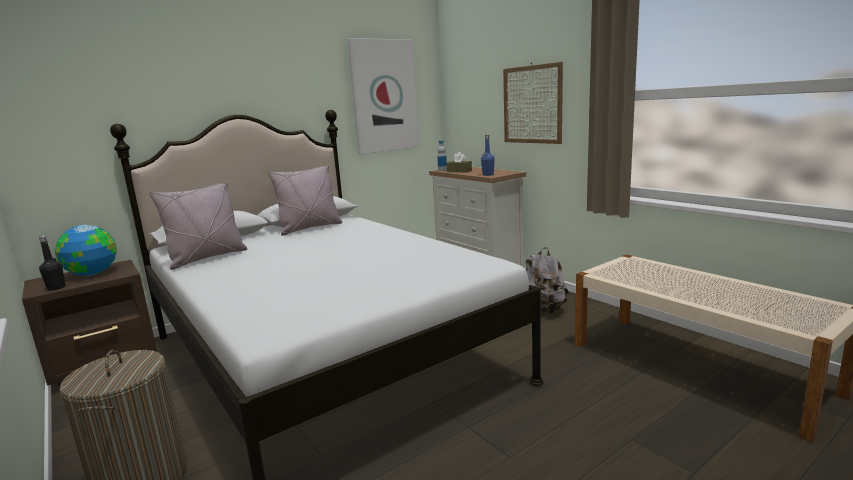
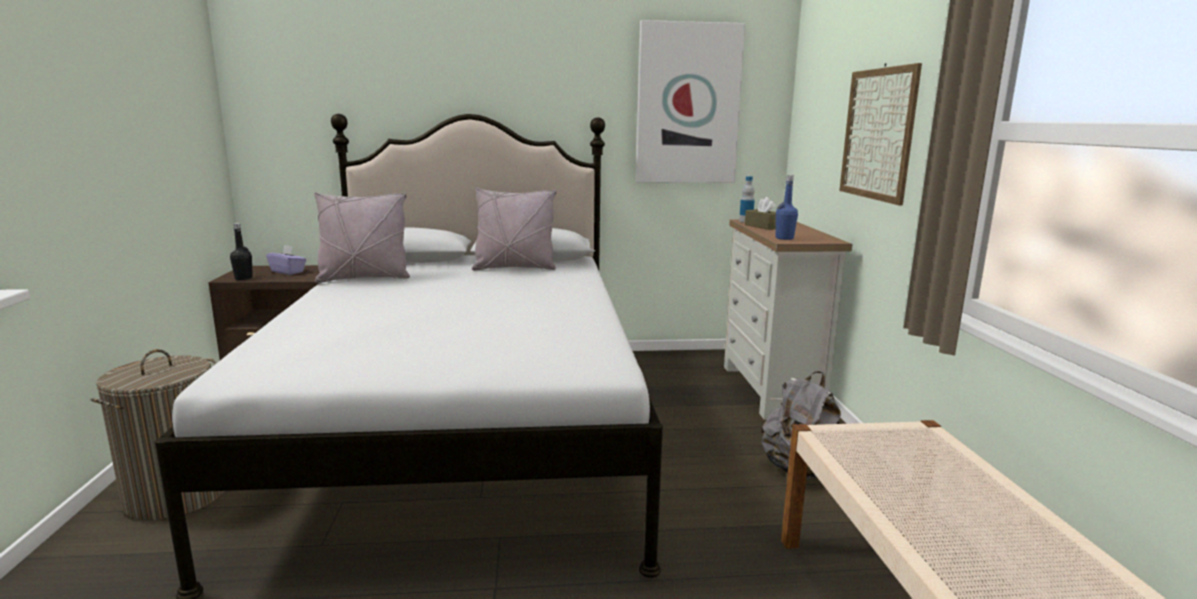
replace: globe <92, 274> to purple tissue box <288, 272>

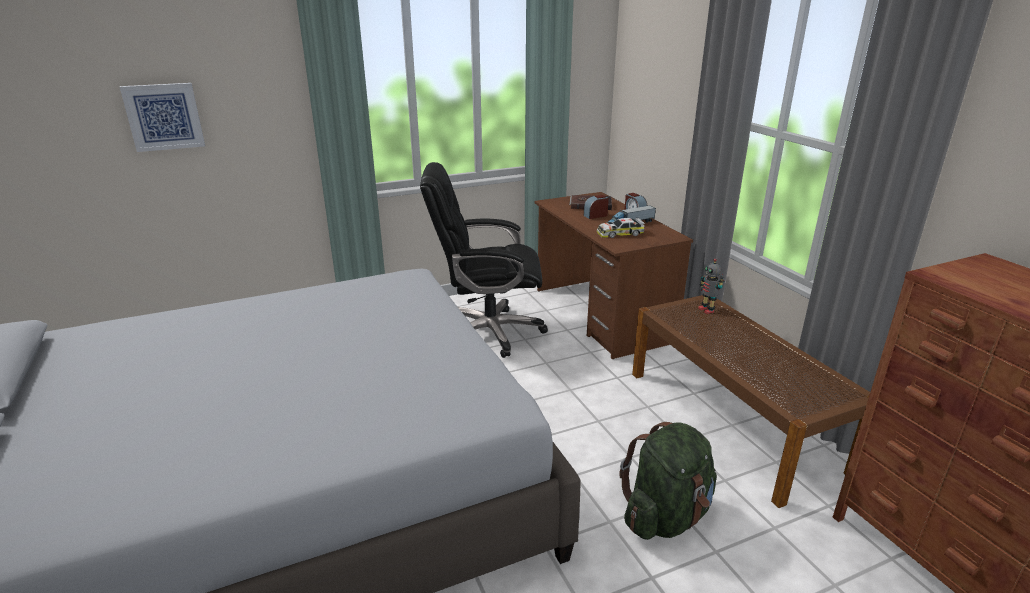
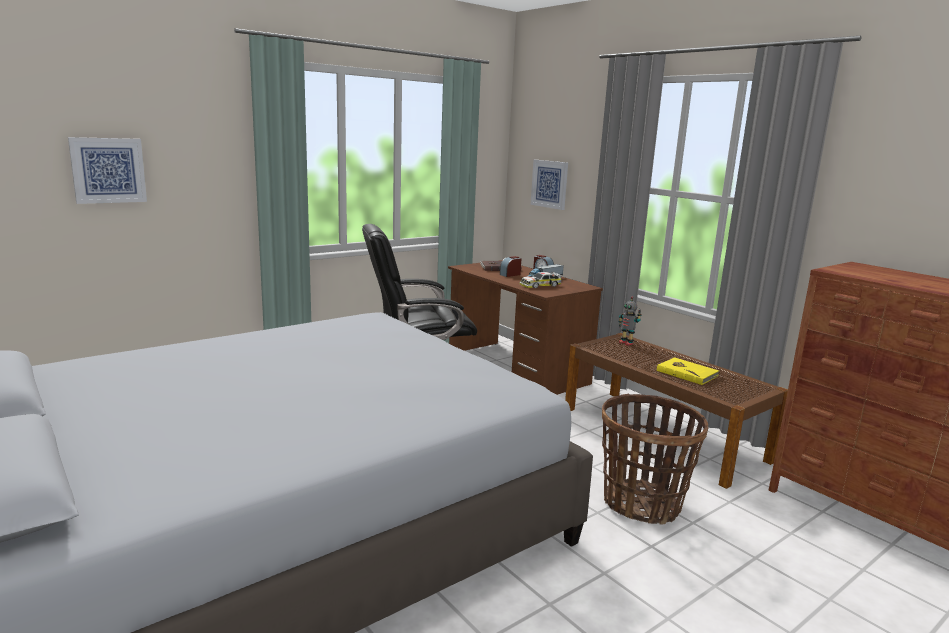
insert: picture <550, 184>; yellow book <687, 373>
replace: green backpack <666, 516> to basket <642, 504>

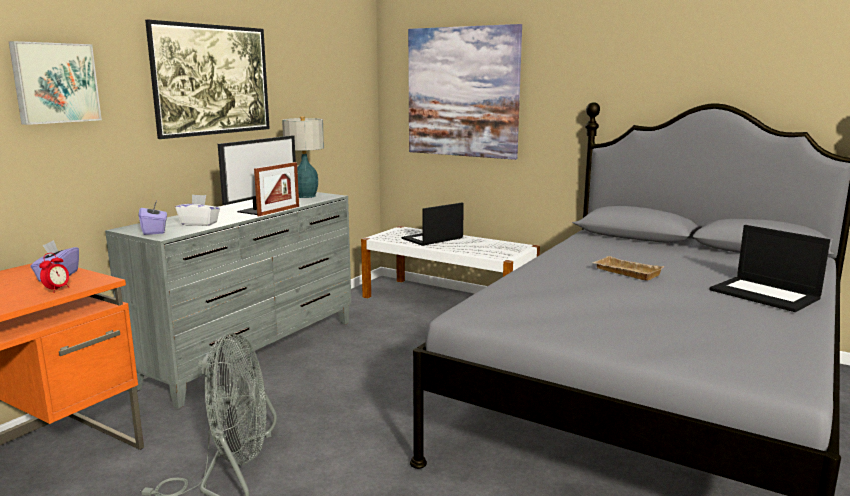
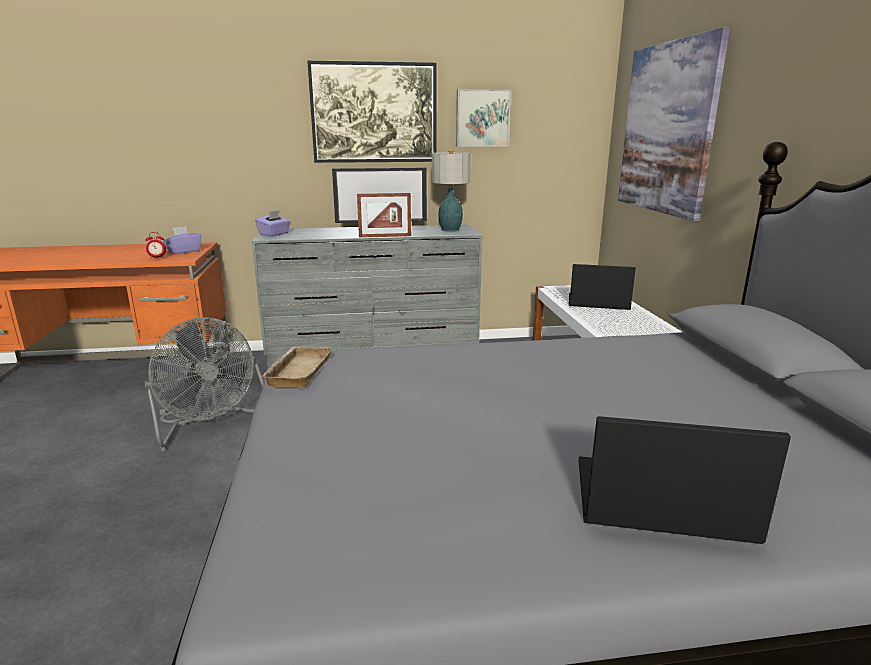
delete: white tissue box <199, 223>
move: picture <55, 83> to <482, 118>; beige tray <625, 272> to <297, 371>
rotate: laptop <766, 294> = <659, 501> 90 degrees clockwise

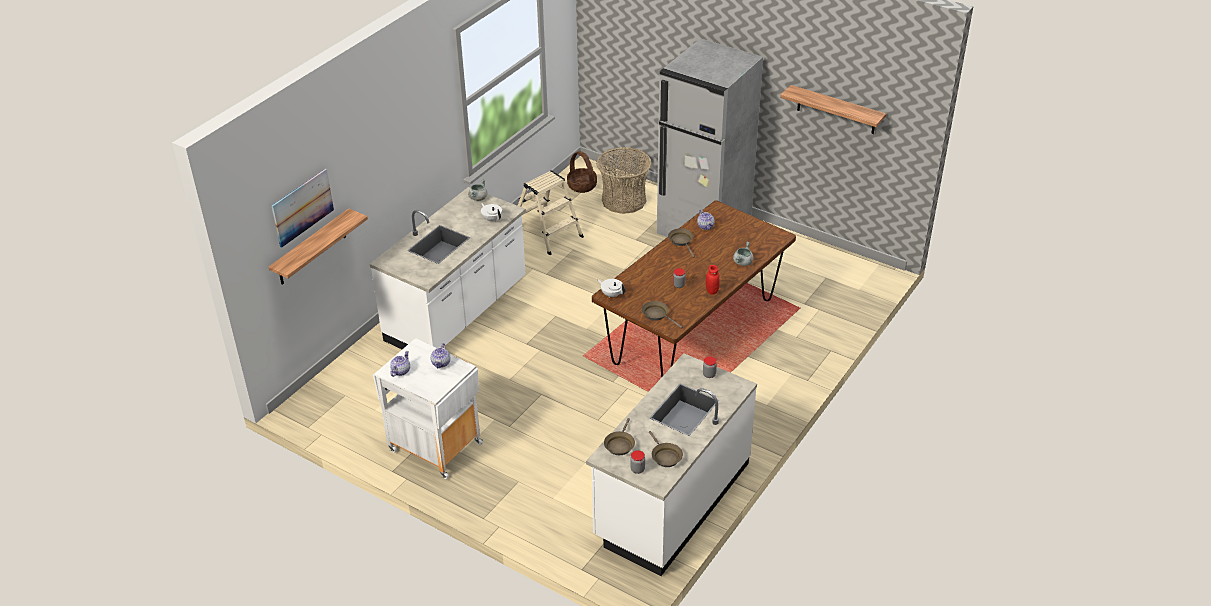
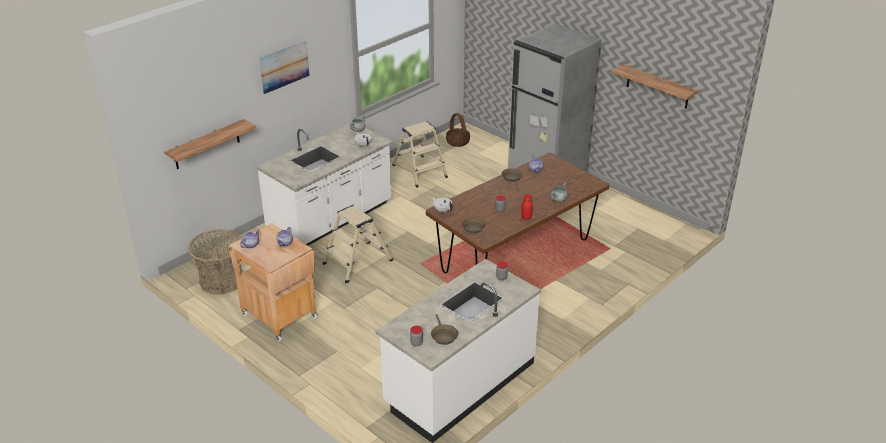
delete: brown frying pan <619, 444>
insert: beige step ladder <358, 262>
move: basket <624, 200> to <222, 280>; picture <302, 207> to <284, 67>
recolor: white cart <434, 446> to brown cart <279, 315>

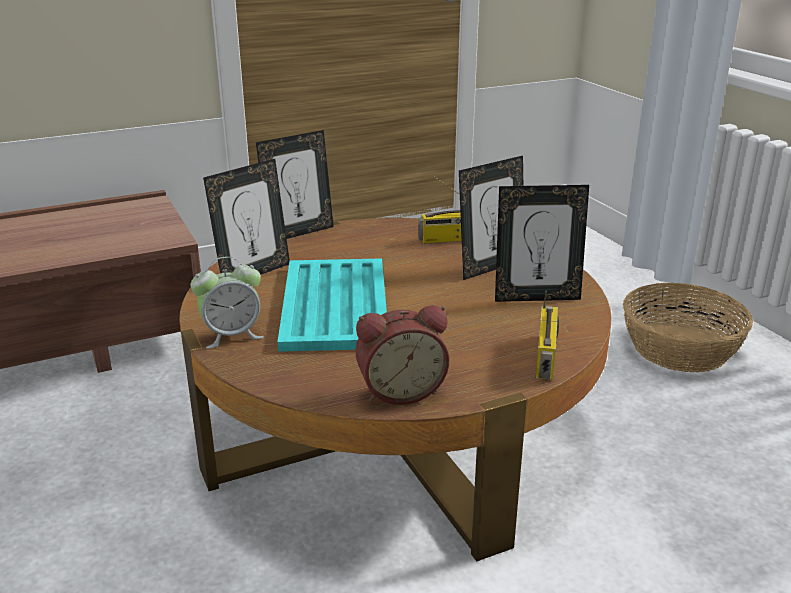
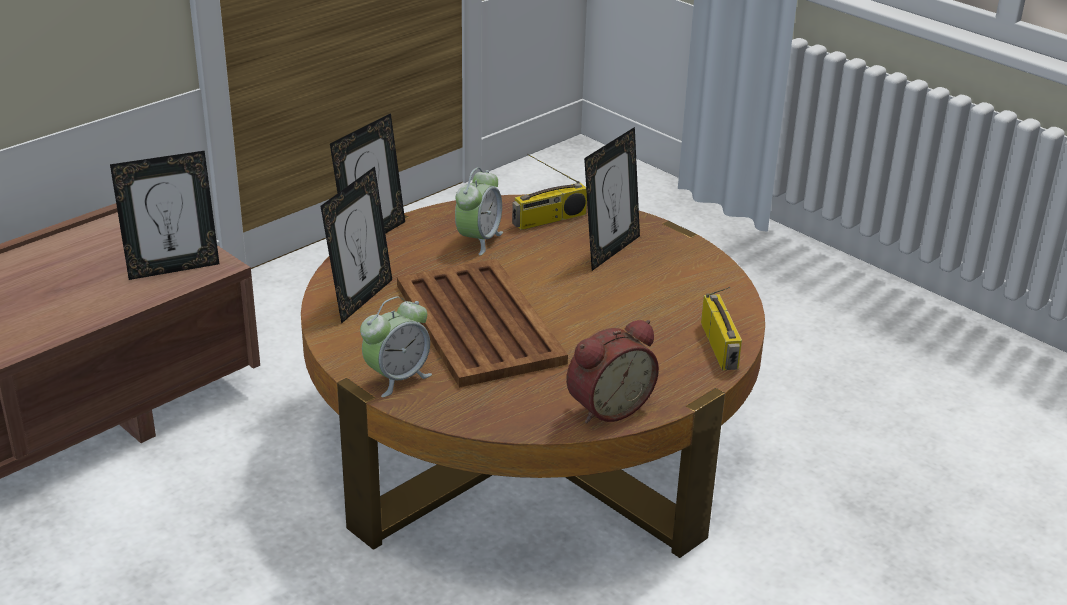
delete: basket <679, 349>
insert: alarm clock <478, 240>
move: picture frame <536, 297> to <173, 268>
recolor: turquoise tray <335, 304> to brown tray <478, 322>

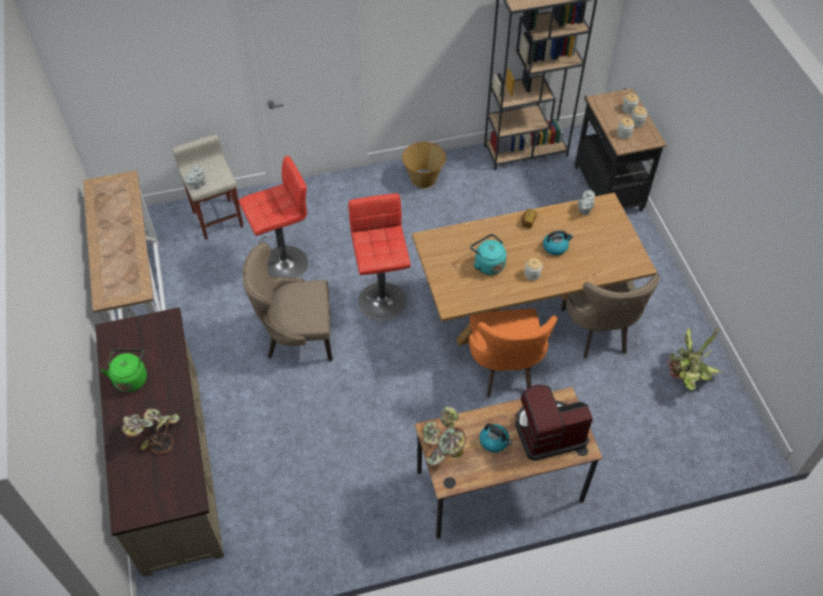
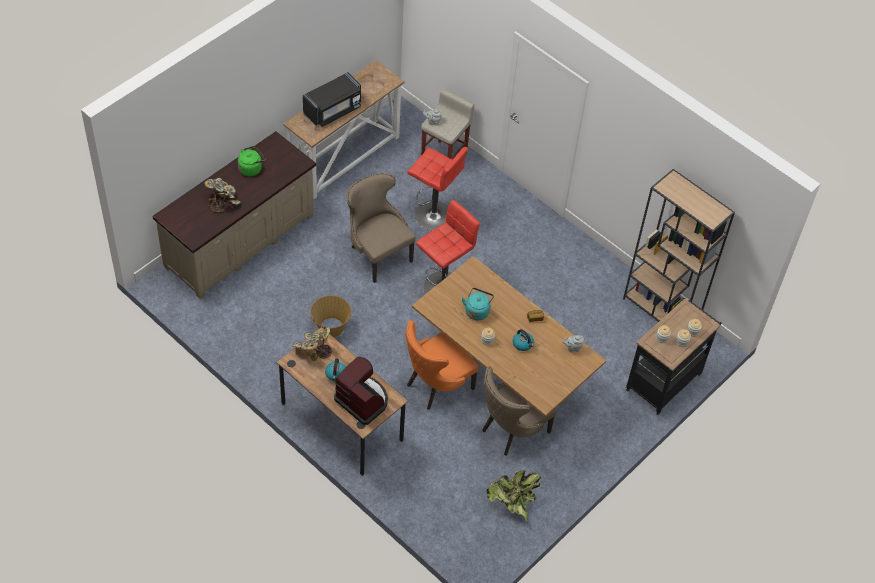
insert: black microwave <333, 110>
move: basket <423, 179> to <331, 328>

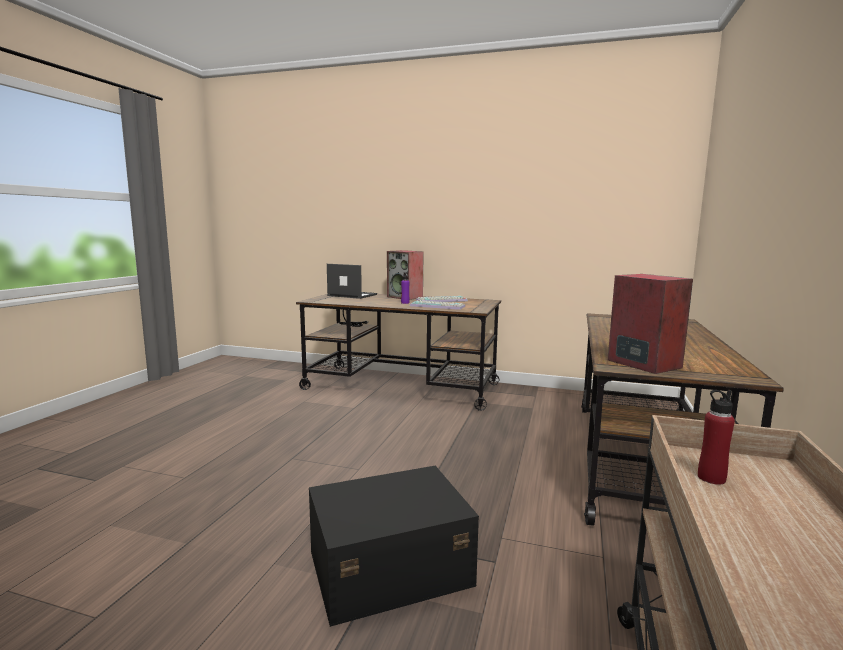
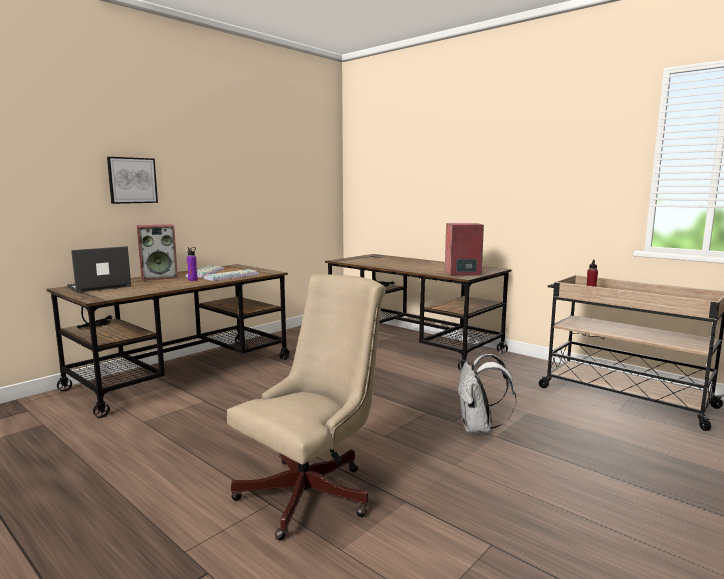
insert: picture <132, 180>; beige office chair <313, 492>
replace: black storage box <387, 568> to white backpack <479, 428>

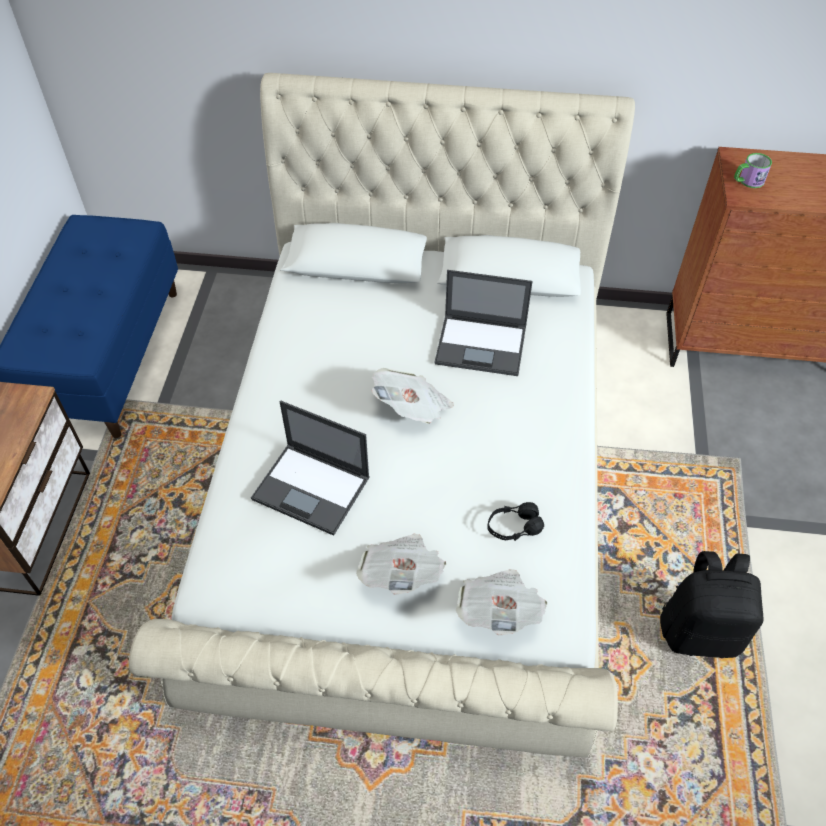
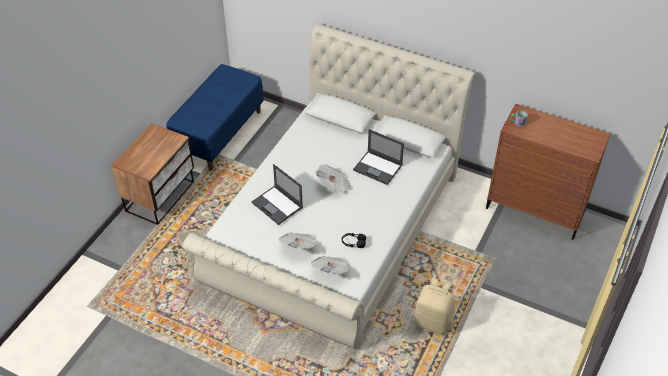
recolor: black backpack <700, 630> to beige backpack <433, 321>

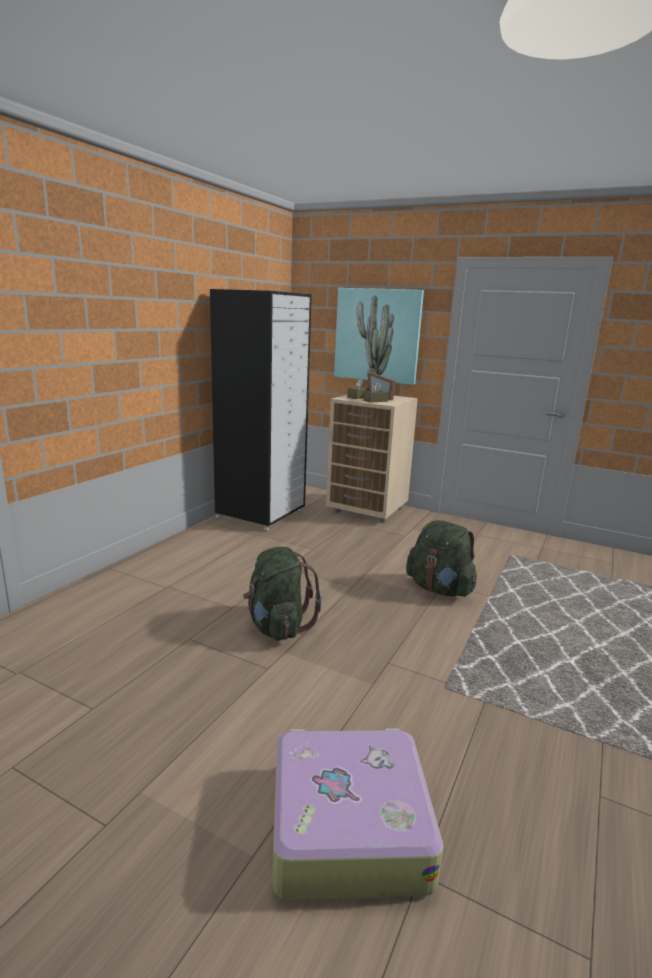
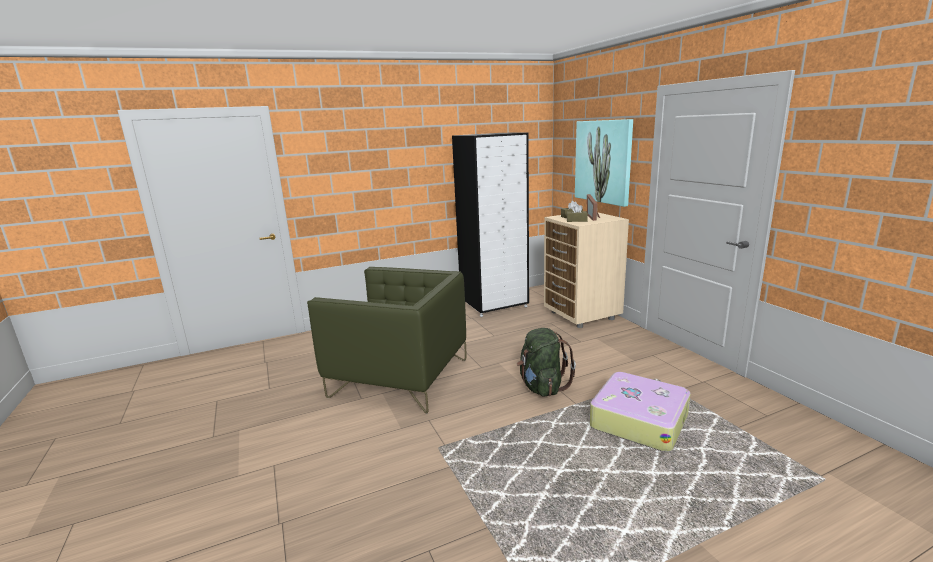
move: suitcase <347, 825> to <638, 420>
replace: green backpack <277, 627> to green armchair <399, 378>

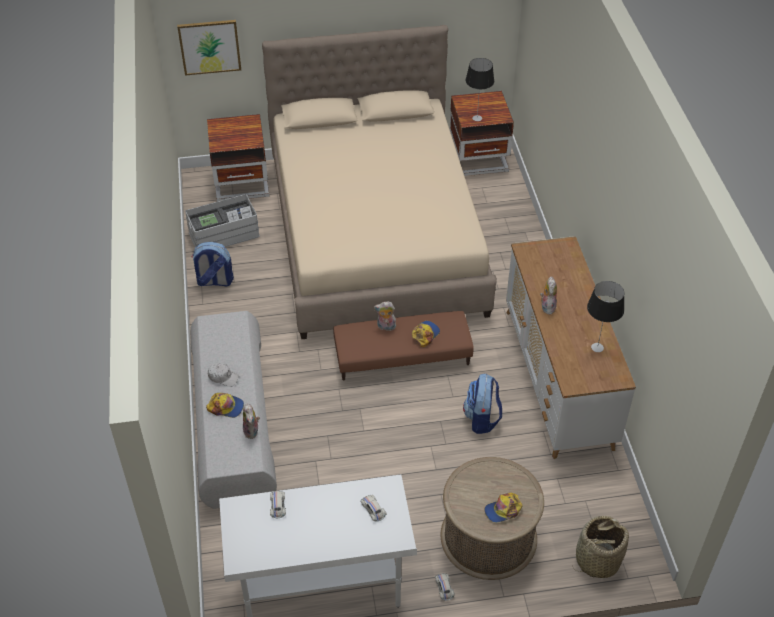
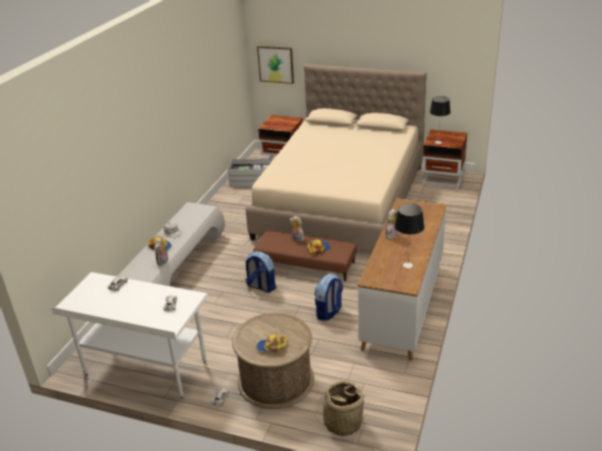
move: backpack <214, 281> to <261, 287>

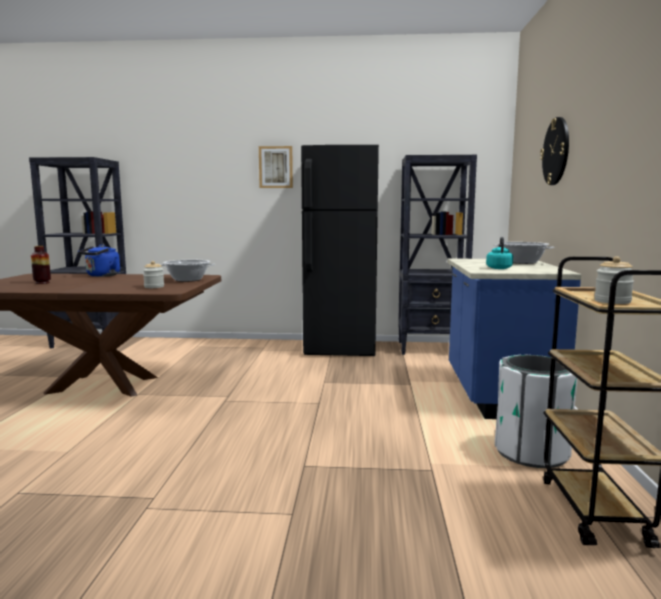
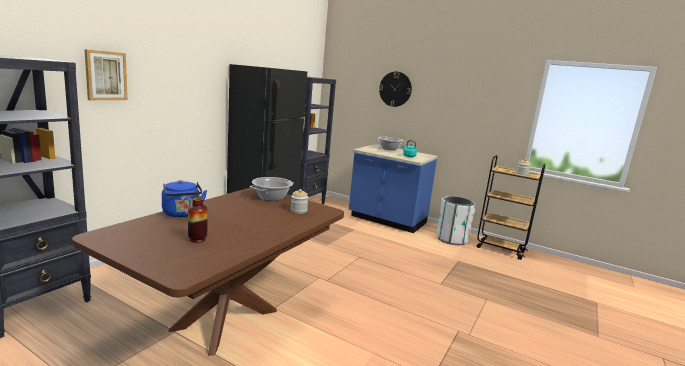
move: picture <276, 167> to <106, 75>

